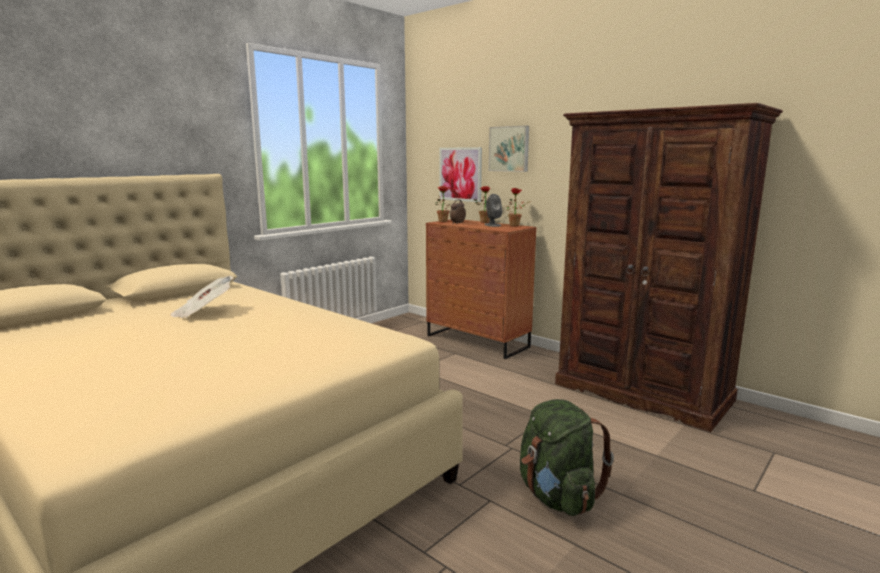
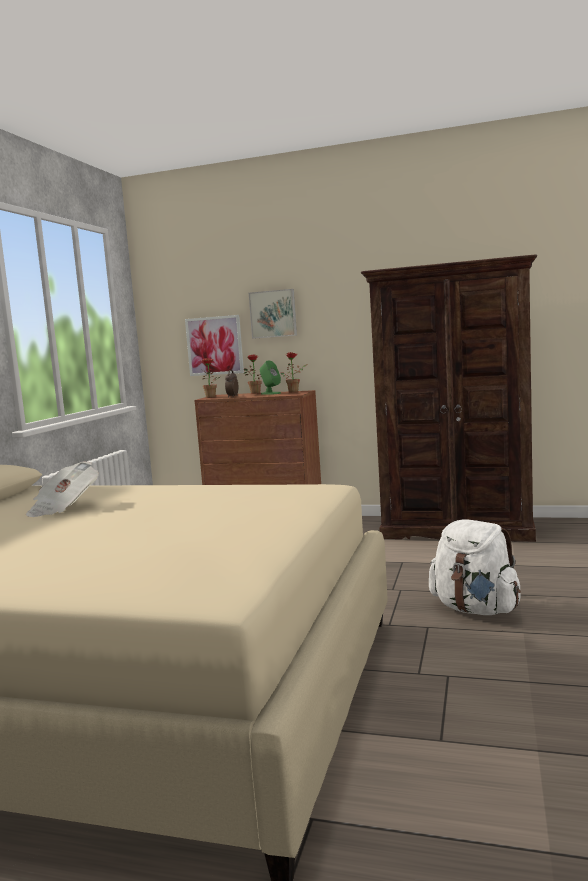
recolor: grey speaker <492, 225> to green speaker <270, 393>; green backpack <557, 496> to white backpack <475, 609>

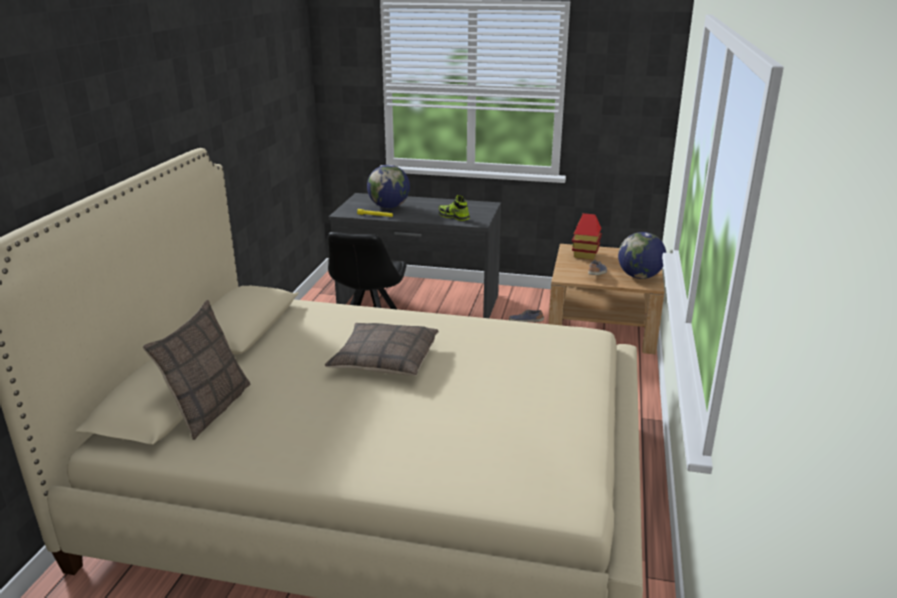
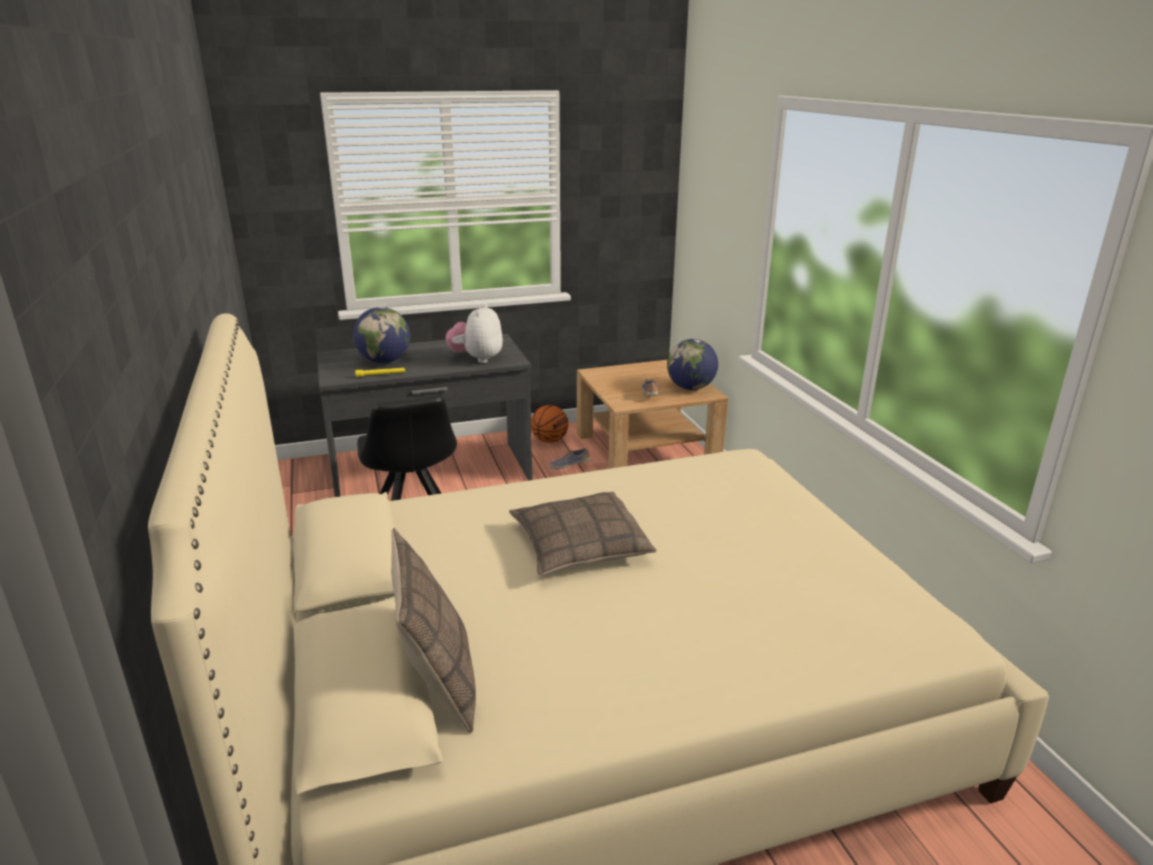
delete: toy house <585, 255>
insert: basketball <549, 440>
replace: shoe <453, 217> to plush toy <477, 359>

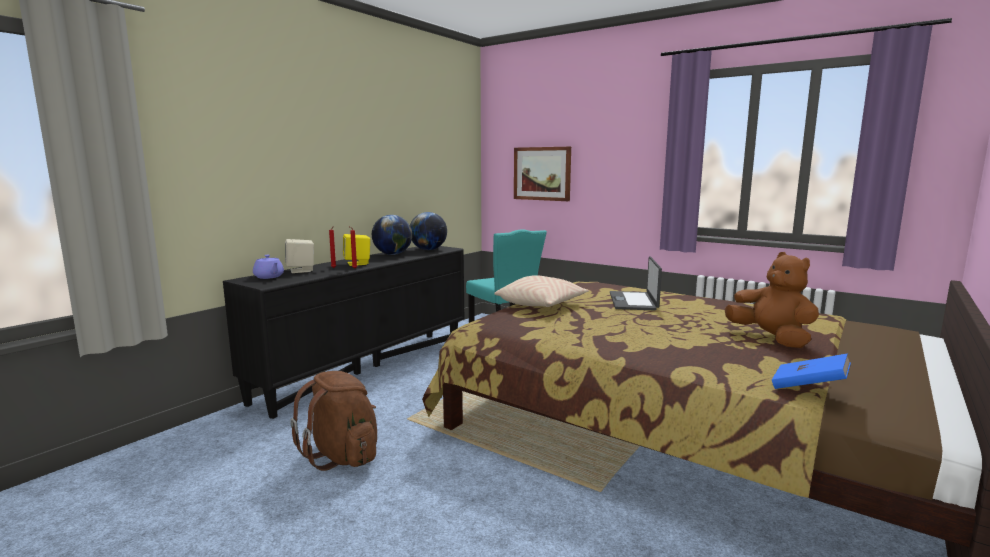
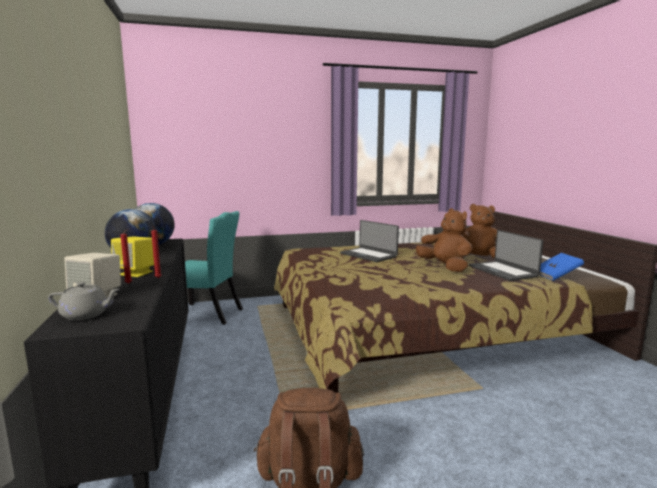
delete: picture <542, 173>; beige pillow <541, 305>
insert: brown plush toy <445, 267>; laptop <503, 271>
recolor: purple teapot <269, 277> to grey teapot <86, 315>

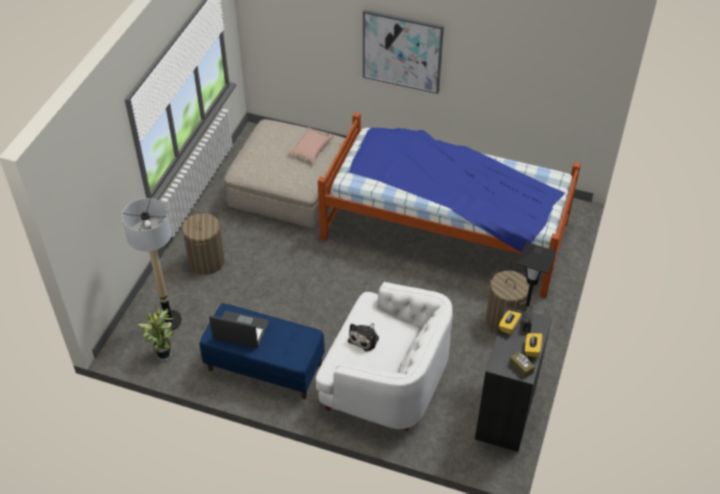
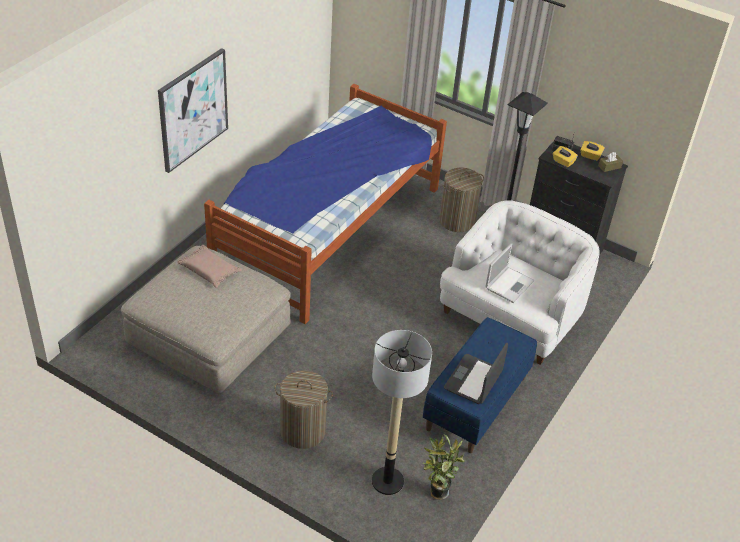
replace: plush toy <365, 338> to laptop <509, 284>

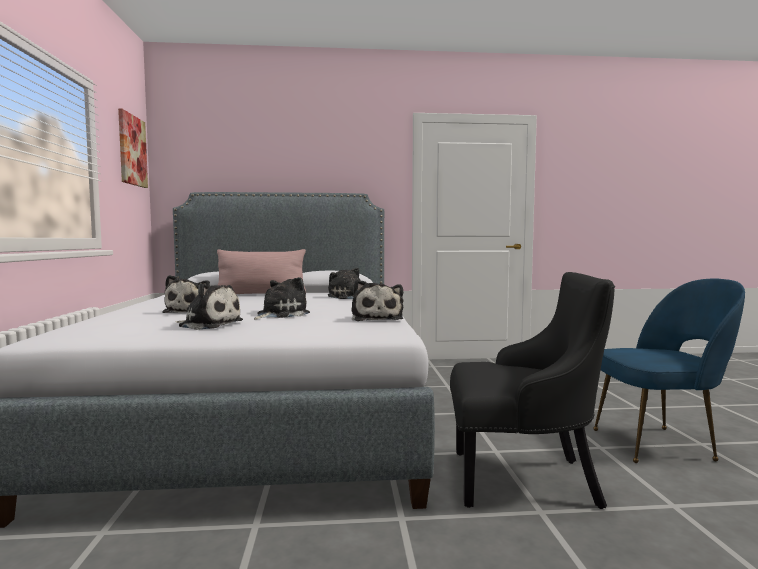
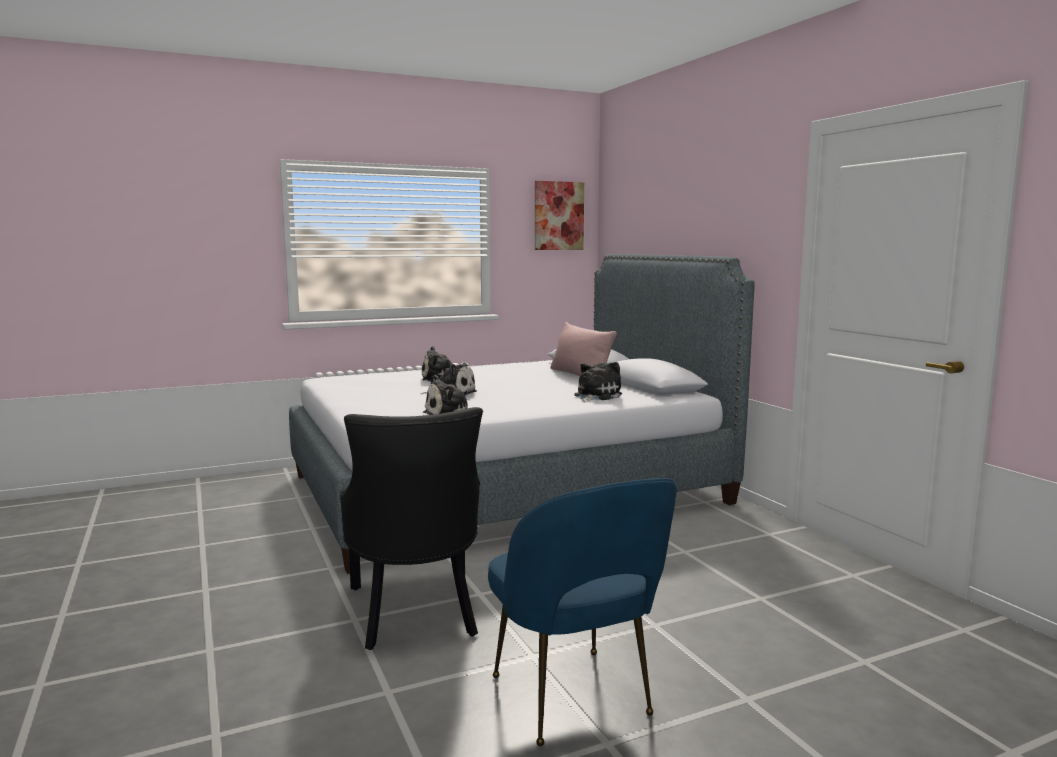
delete: plush toy <208, 324>

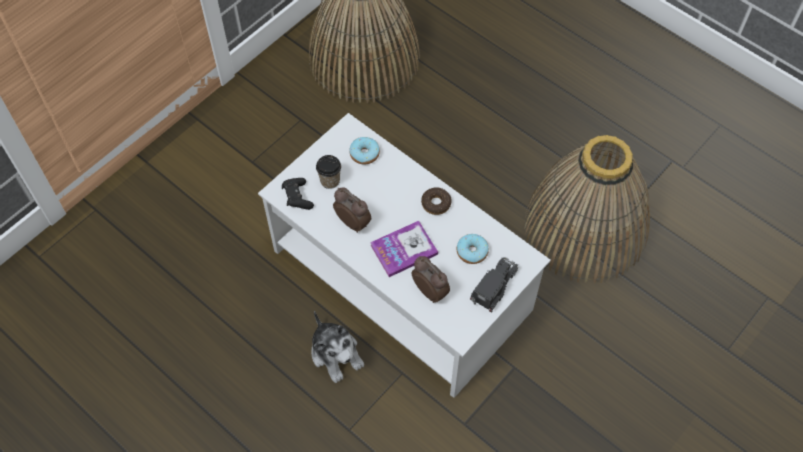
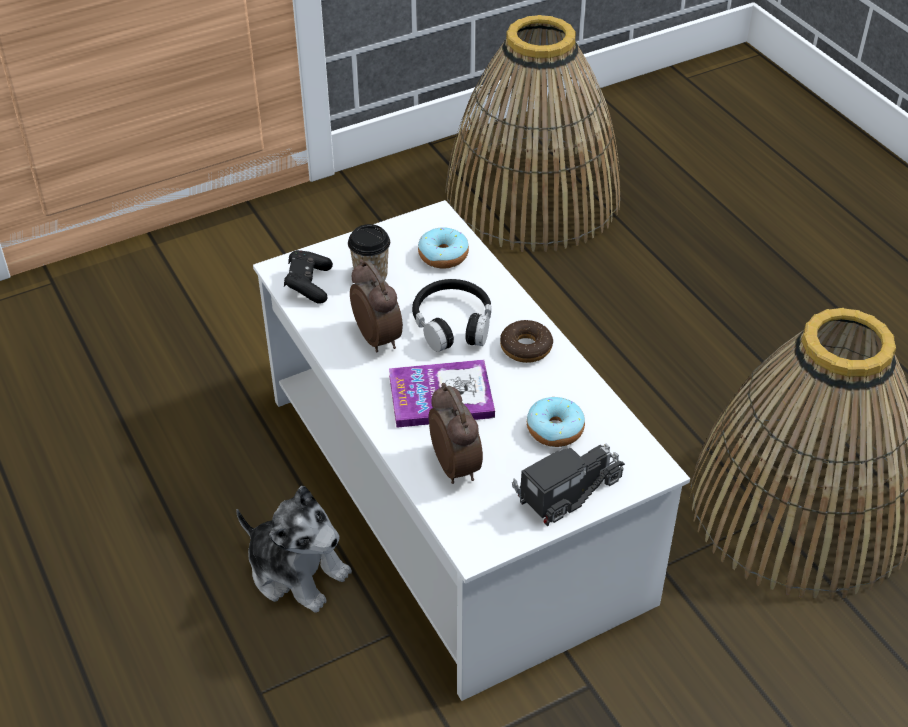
insert: black headphones <453, 324>
rotate: plush toy <336, 353> = <297, 571> 45 degrees counterclockwise

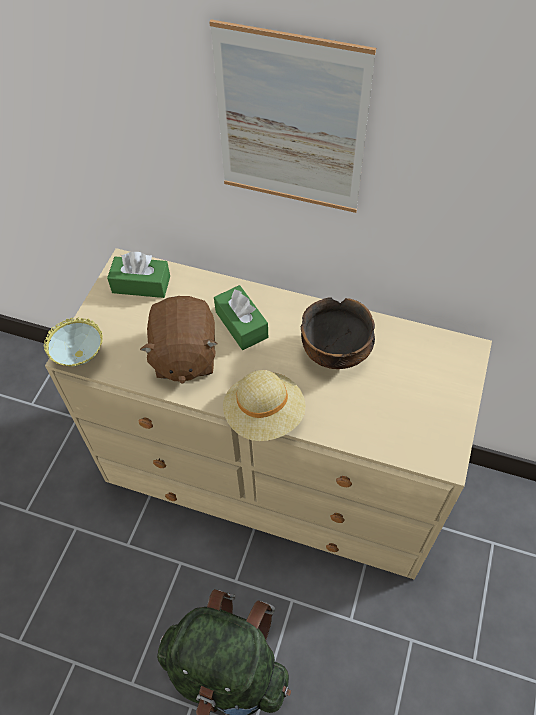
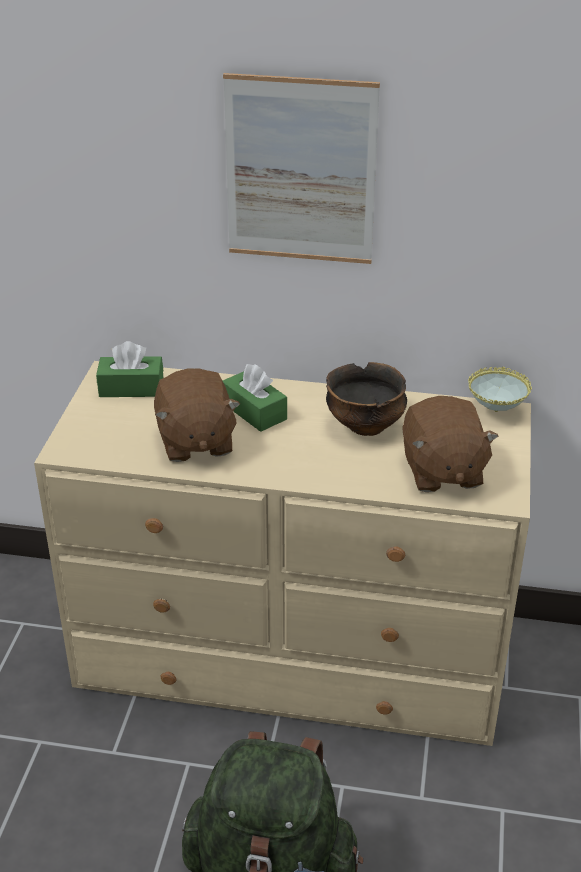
delete: beige hat <264, 415>
insert: brown plush toy <441, 471>
move: bowl <80, 358> to <496, 411>

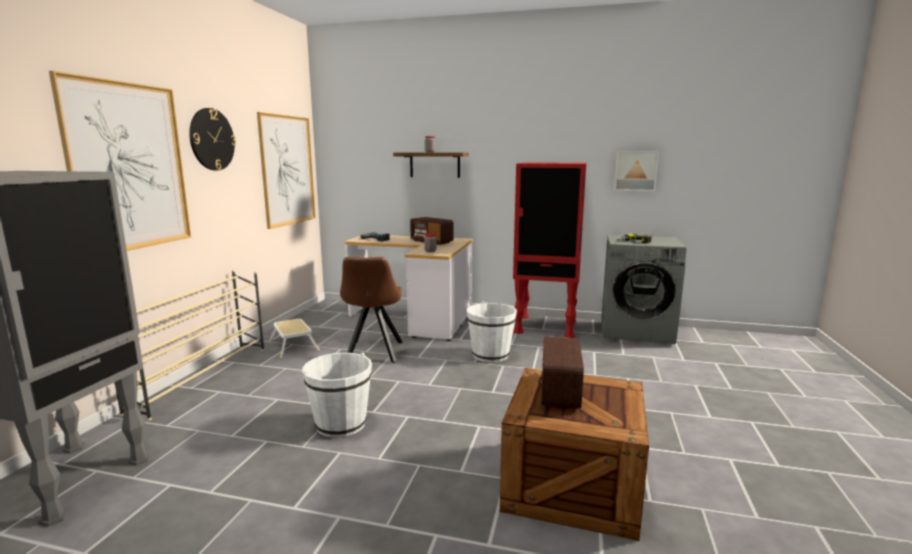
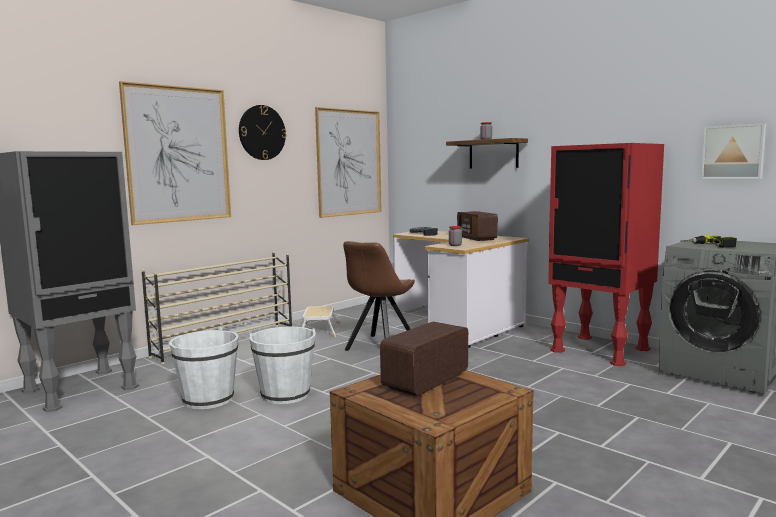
move: white bucket <490, 355> to <208, 399>

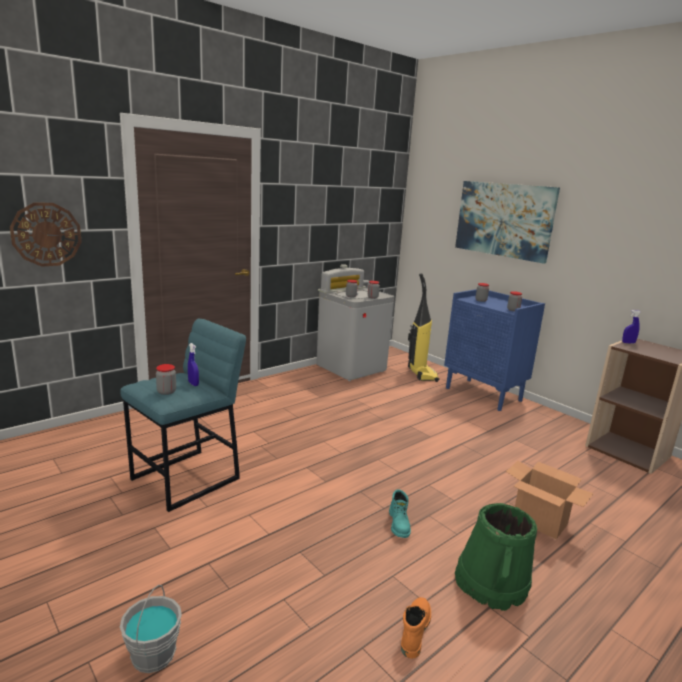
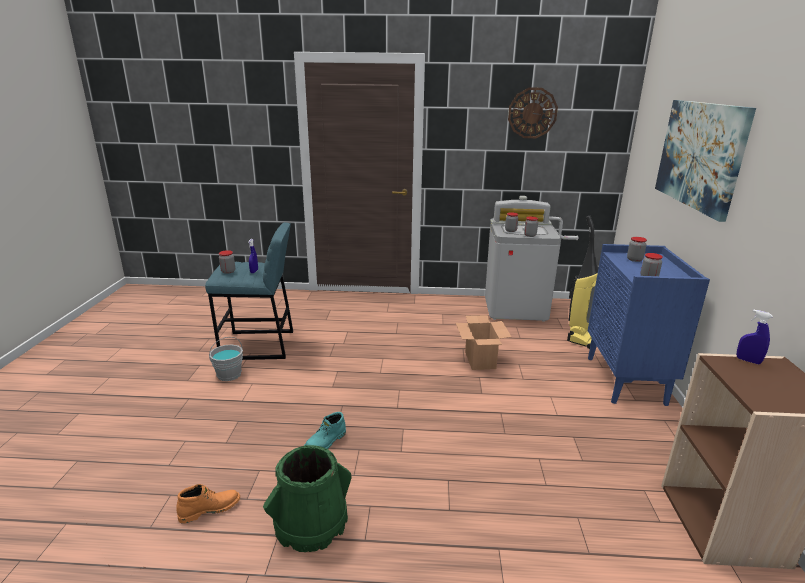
move: wall clock <46, 234> to <532, 113>; cardboard box <540, 521> to <480, 360>; grey bucket <153, 654> to <229, 374>

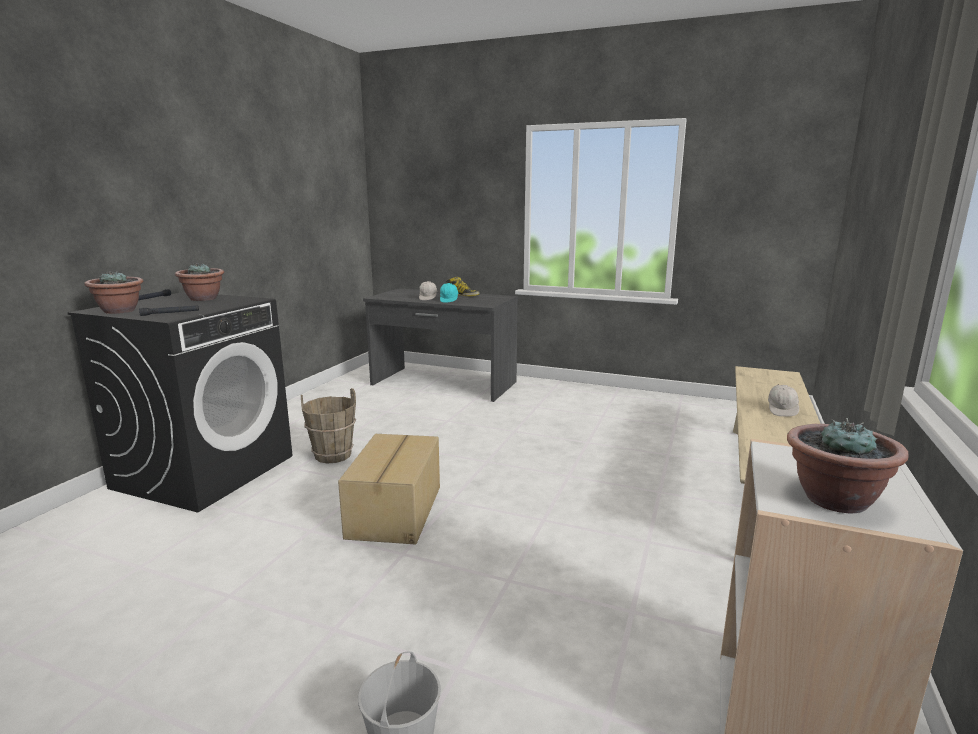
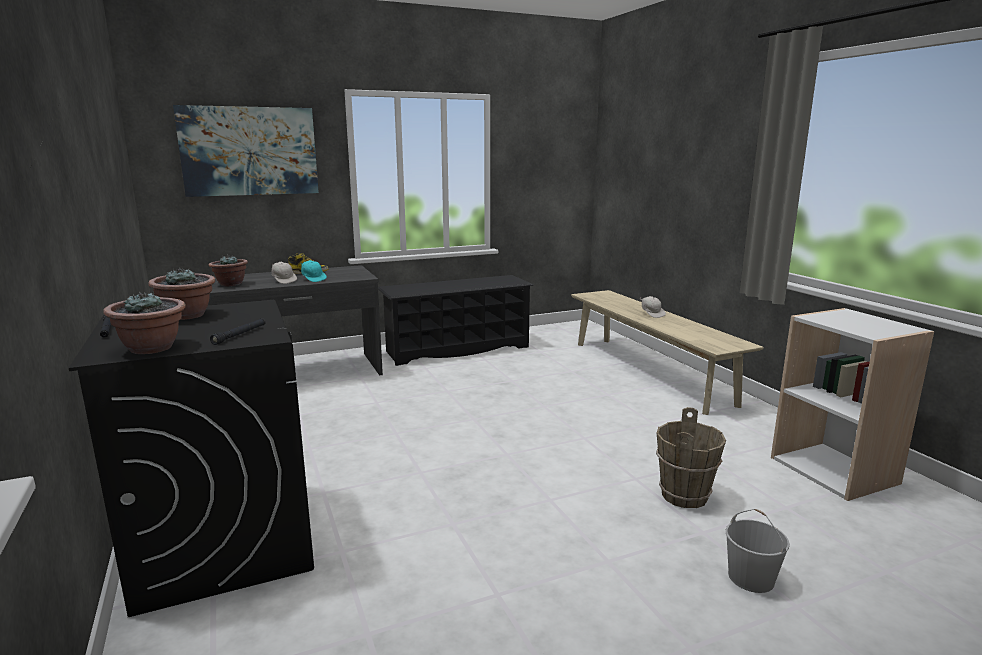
delete: cardboard box <397, 511>
insert: picture <249, 151>; black shoe rack <457, 349>
move: brown bucket <333, 455> to <685, 496>; potted plant <834, 499> to <230, 284>

